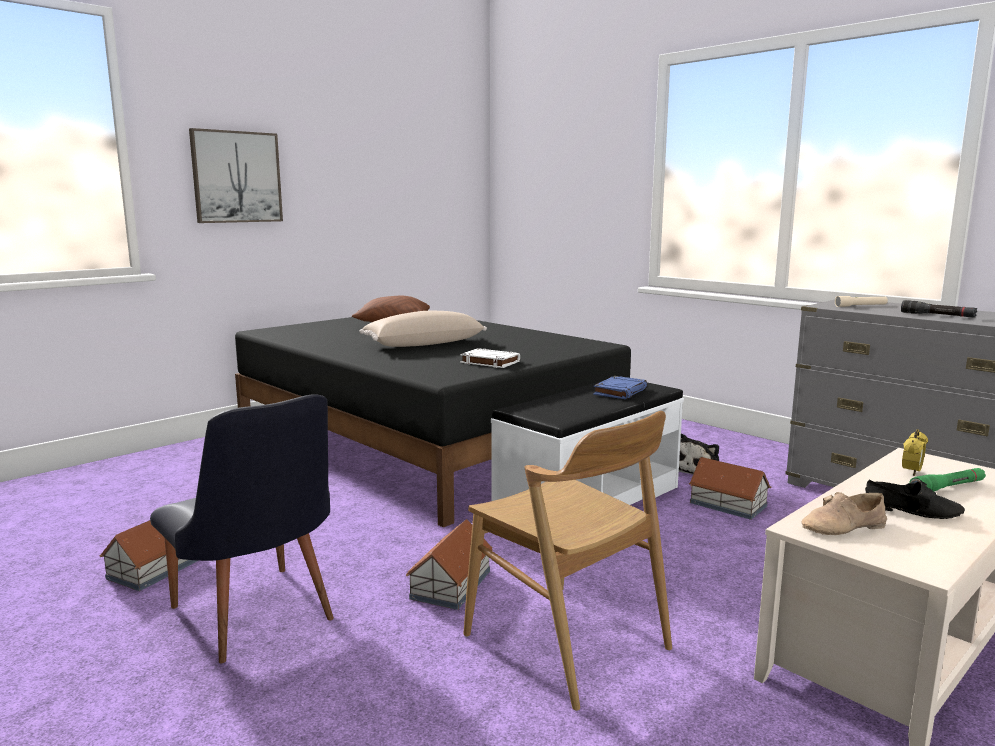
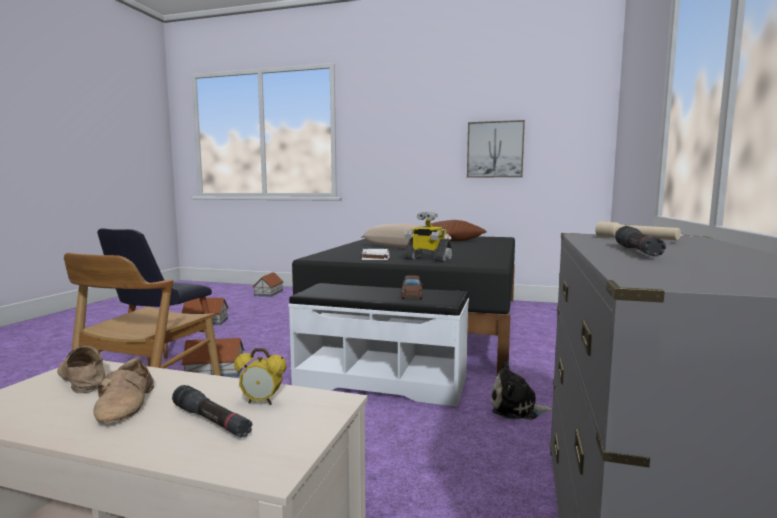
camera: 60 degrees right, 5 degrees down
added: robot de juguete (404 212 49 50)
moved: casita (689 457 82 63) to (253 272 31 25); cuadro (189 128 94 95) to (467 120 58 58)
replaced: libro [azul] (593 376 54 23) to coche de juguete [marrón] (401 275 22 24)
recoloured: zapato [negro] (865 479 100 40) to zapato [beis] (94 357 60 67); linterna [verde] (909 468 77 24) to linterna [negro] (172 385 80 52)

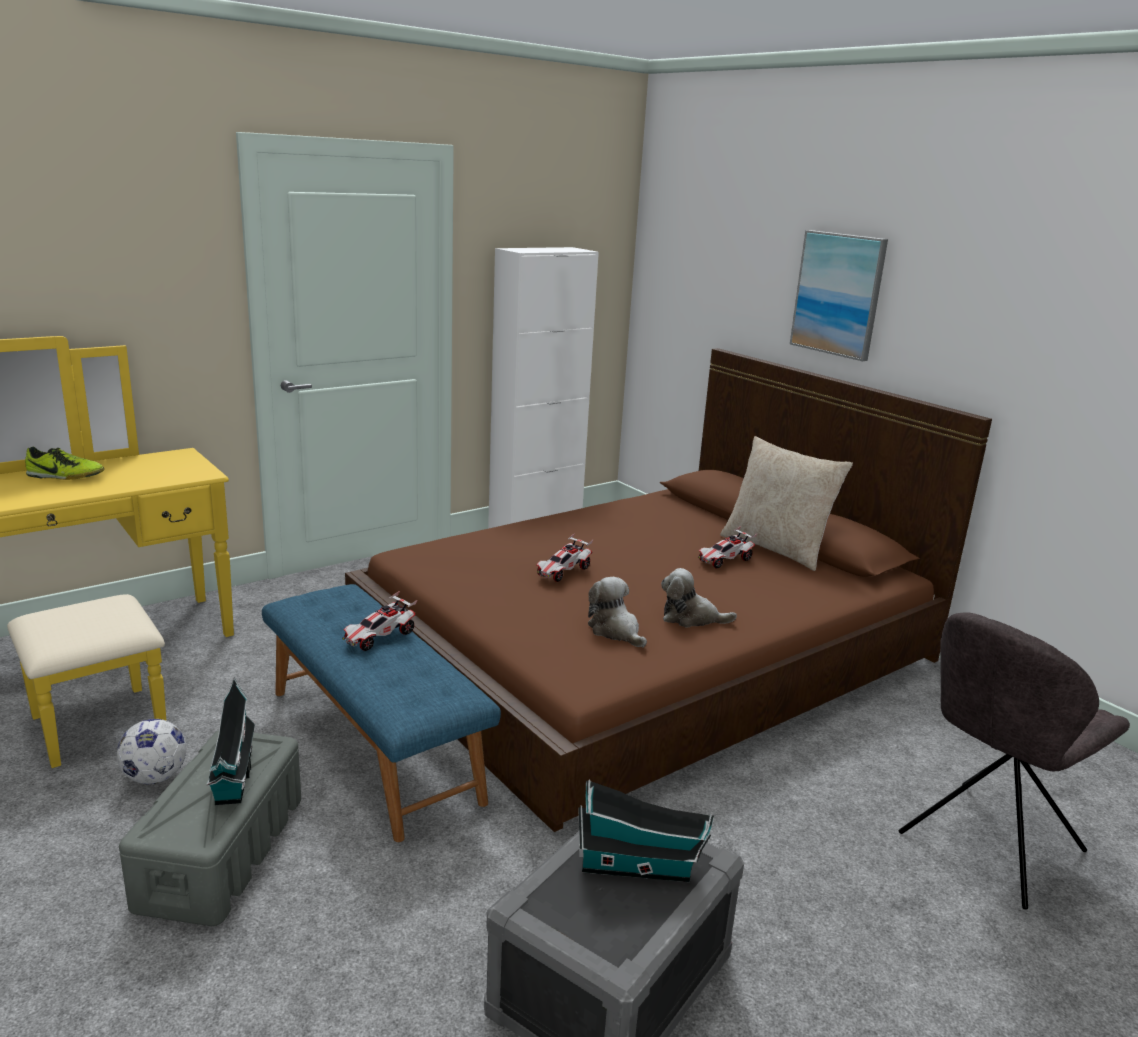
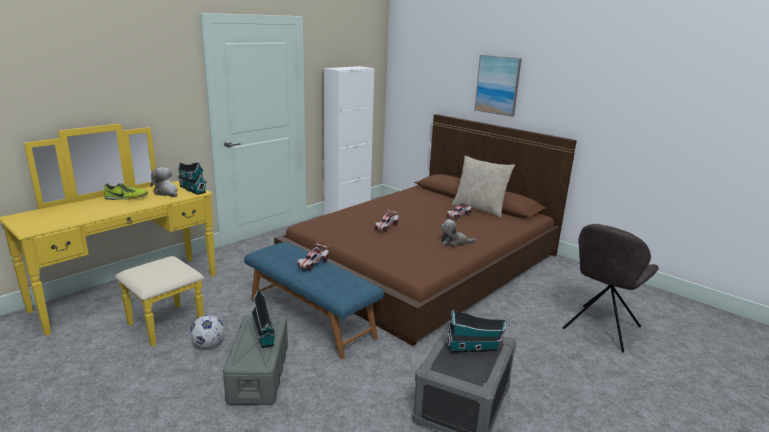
camera: 10 degrees left, 0 degrees up
added: casita (177 162 30 33)
moved: peluche (588 577 59 71) to (150 167 27 30)

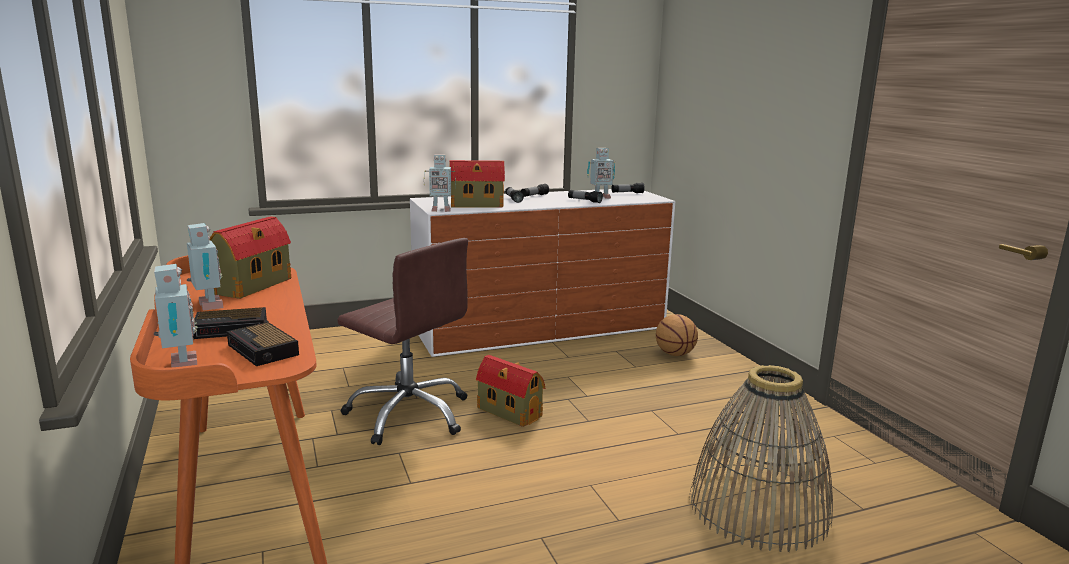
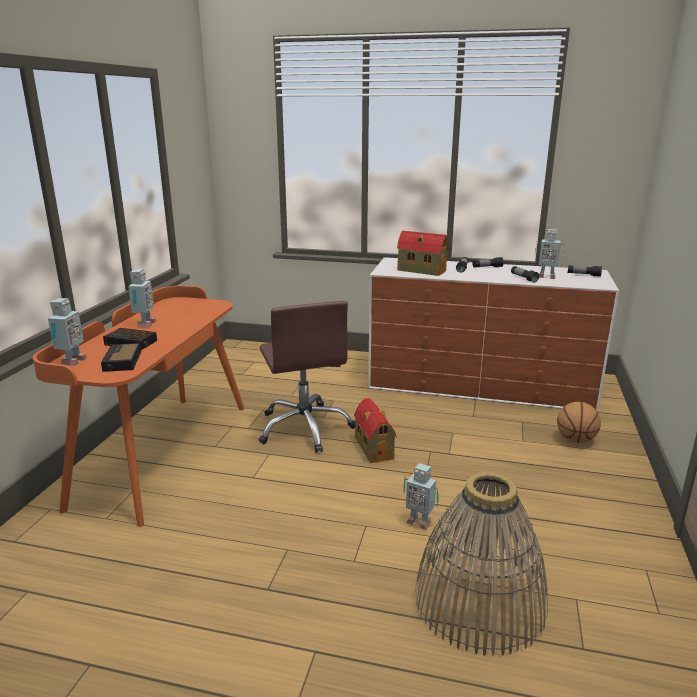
camera: 35 degrees right, 5 degrees up
removed: casita (209 216 82 83)
moved: robot de juguete (424 155 32 57) to (403 463 36 67)

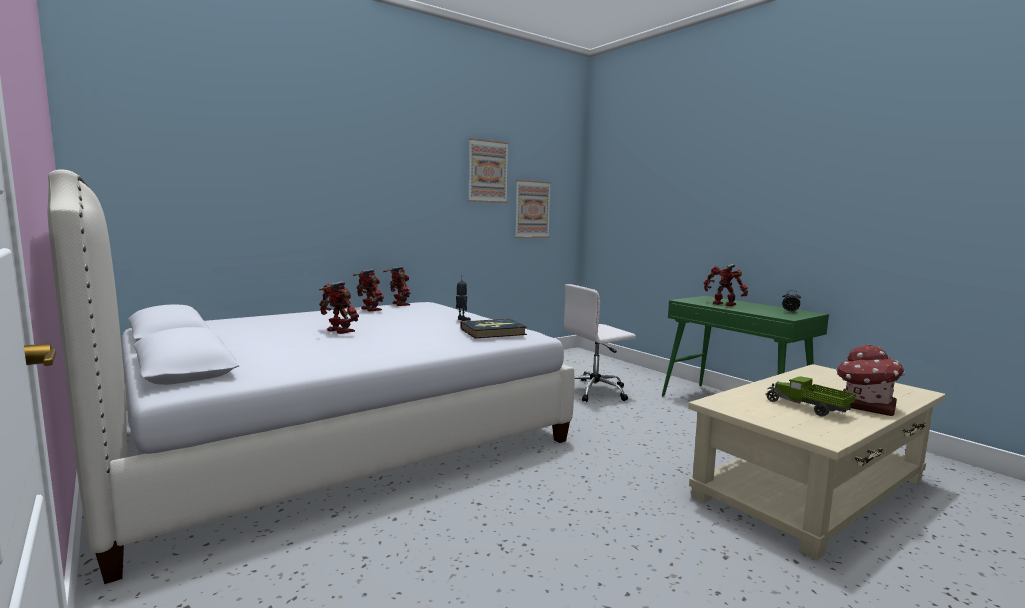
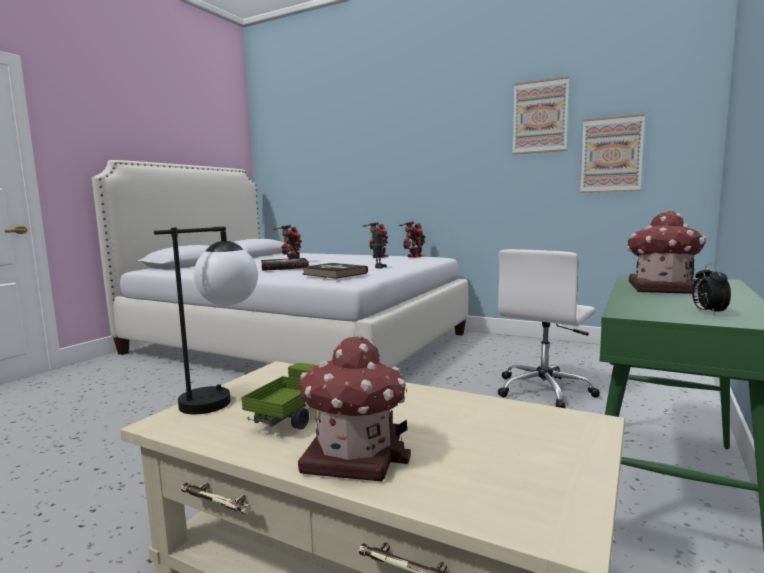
camera: 65 degrees right, 0 degrees up
added: lámpara de mesa (154 226 104 188); libro (261 258 48 13)
replaced: robot de juguete (704 264 44 42) to casita (628 210 78 84)
turned: silla de oficina [blanco] (564 284 72 118) = (498 249 102 159) 90 degrees counterclockwise

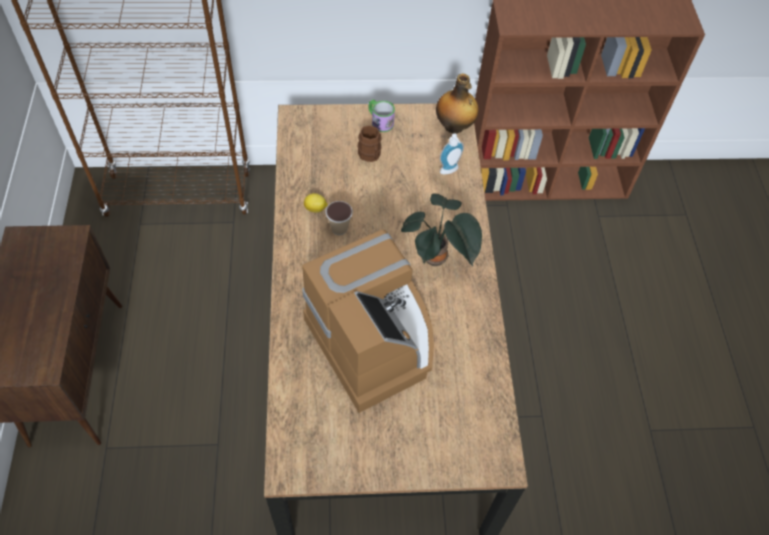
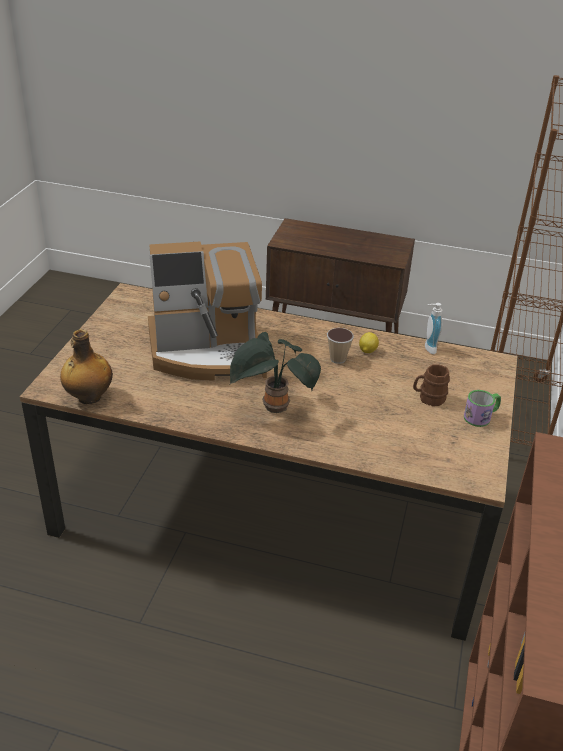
camera: 110 degrees right, 20 degrees down
moved: botella (436 73 43 61) to (60 329 53 75); dispensador de jabón (440 133 24 41) to (425 303 17 51)

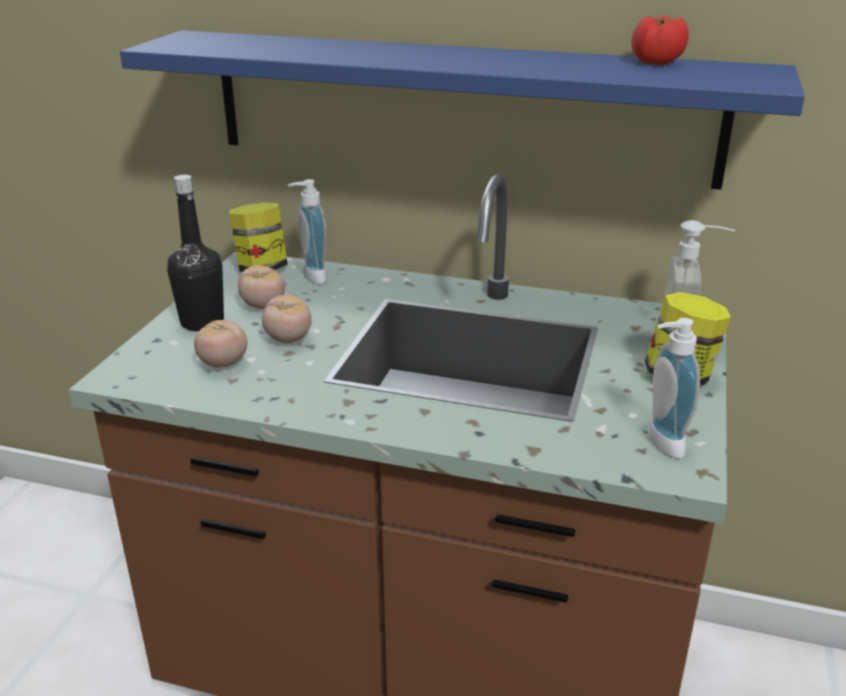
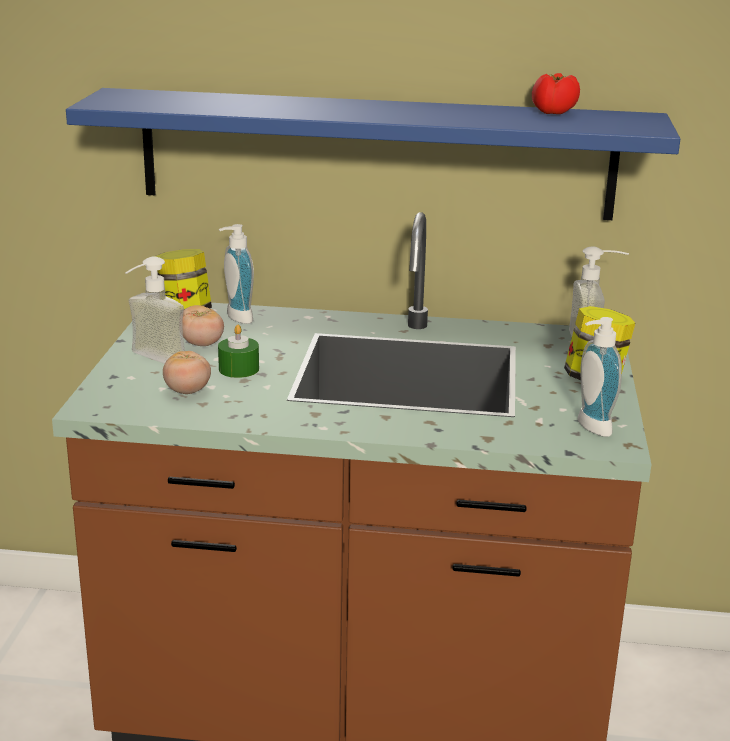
camera: 10 degrees left, 5 degrees down
replaced: botella [negro] (167 175 57 156) to dispensador de jabón (125 256 60 108); tomate (262 295 50 48) to vela [verde] (218 324 41 54)

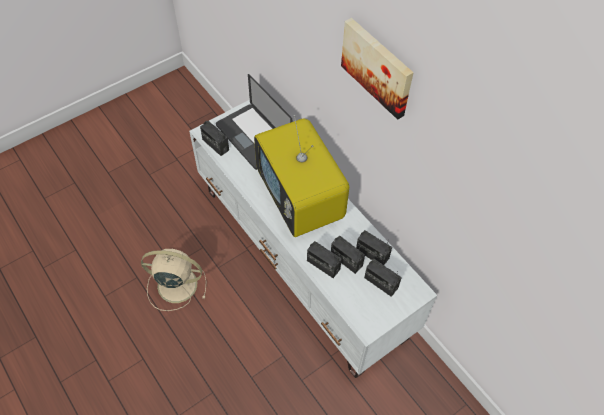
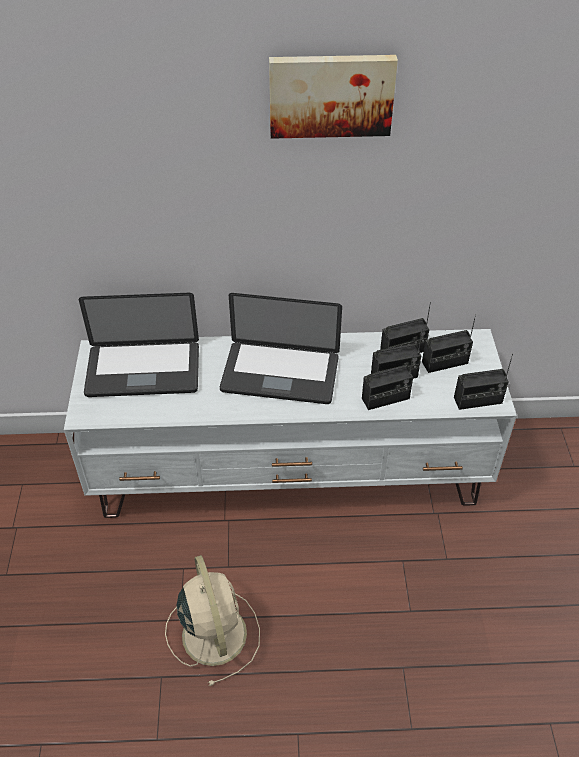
camera: 55 degrees left, 10 degrees down
moved: radio (200 121 29 35) to (454 354 59 56)
replaced: televisor (254 115 95 122) to portátil (220 293 122 111)
turned: ventilador [beis] (141 249 65 62) = (165 555 95 131) 120 degrees clockwise

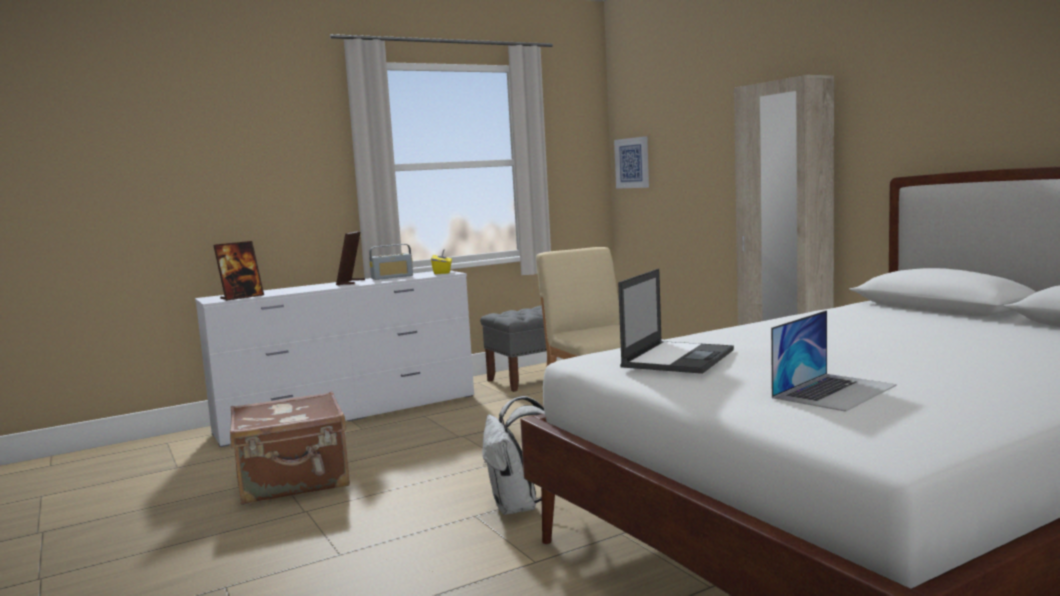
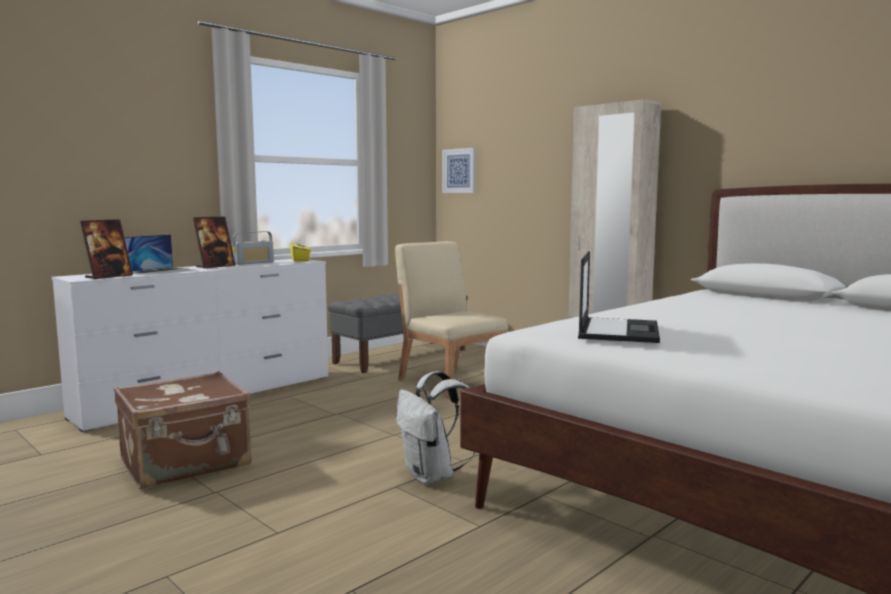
camera: 15 degrees left, 0 degrees up
moved: portátil (771 310 126 102) to (124 234 72 41)
turned: portarretratos (336 231 29 54) = (193 216 42 52) 135 degrees counterclockwise

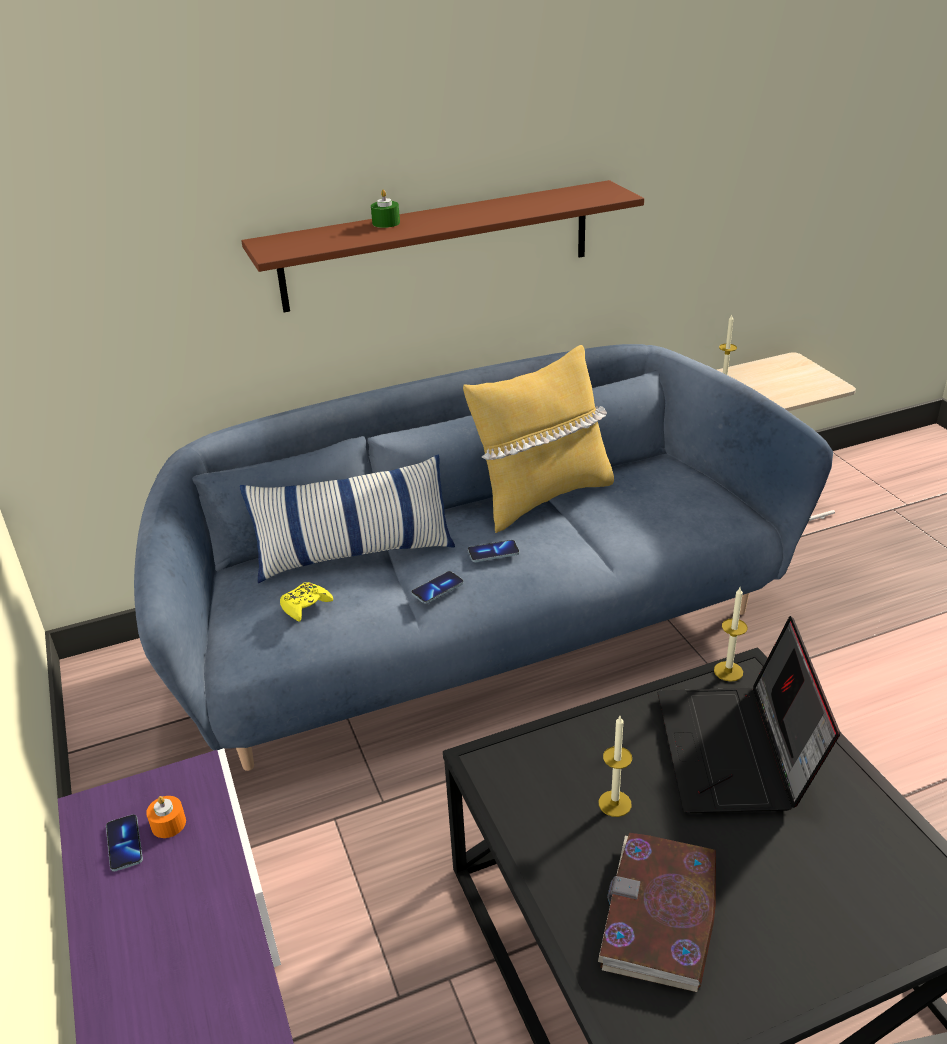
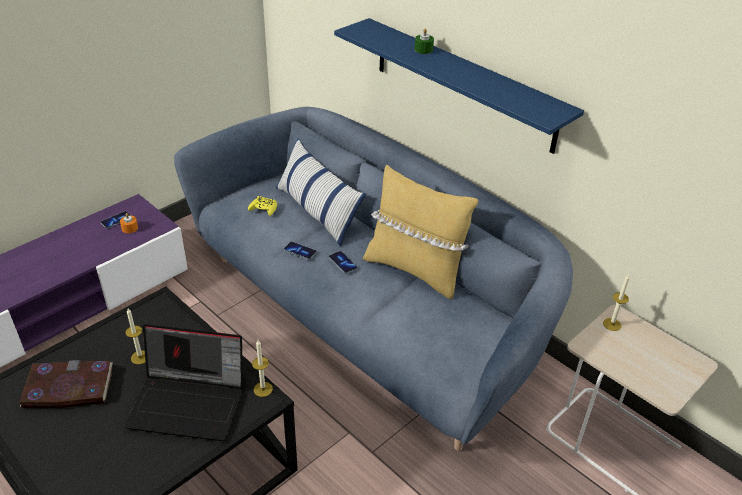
camera: 65 degrees right, 5 degrees up
recoloured: estante [marrón] (241 180 403 132) to estante [azul] (334 18 250 136)
turned: portátil (658 616 182 197) = (124 324 119 117) 150 degrees counterclockwise

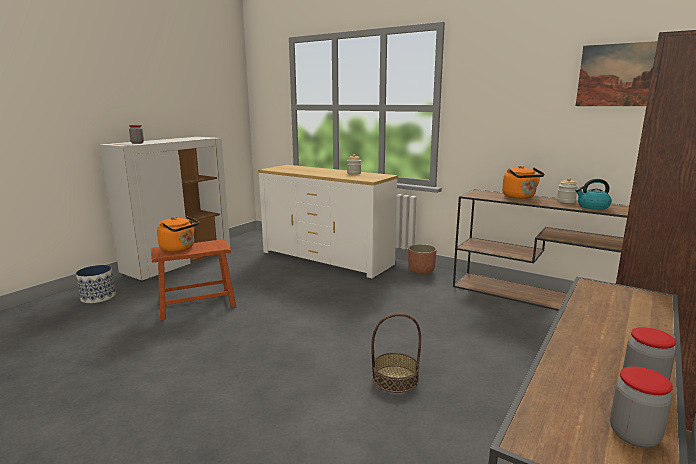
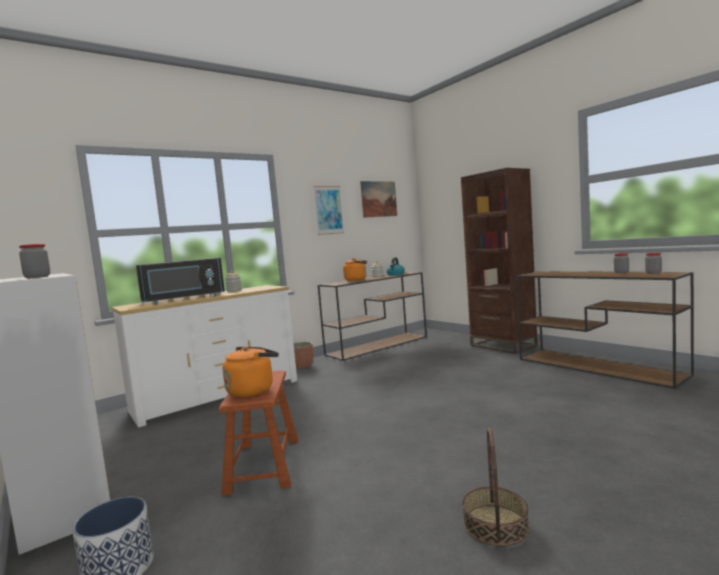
camera: 70 degrees left, 10 degrees down
added: microondas [negro] (136 258 89 46); cuadro (313 186 32 49)
moved: cesta (371 313 50 80) to (462 428 67 118)

